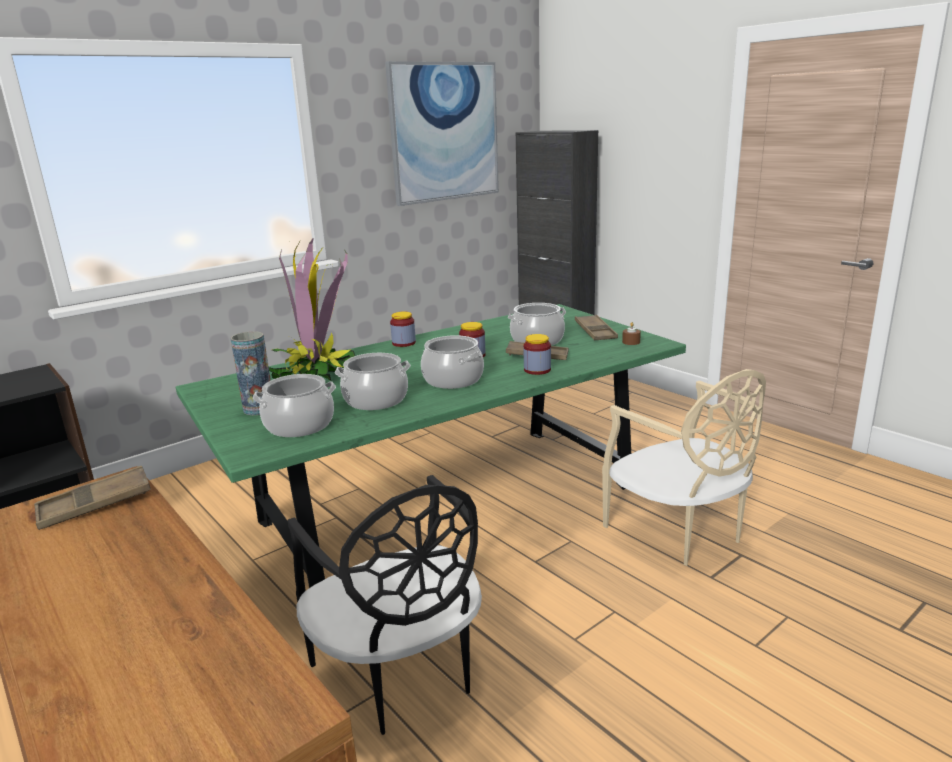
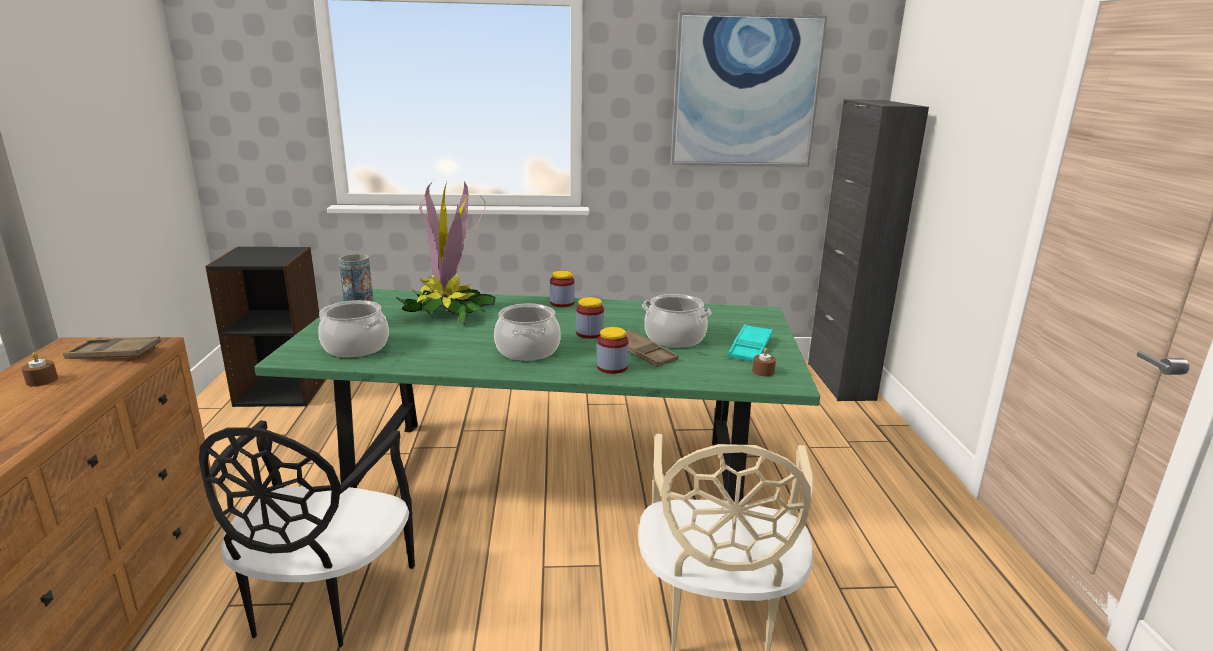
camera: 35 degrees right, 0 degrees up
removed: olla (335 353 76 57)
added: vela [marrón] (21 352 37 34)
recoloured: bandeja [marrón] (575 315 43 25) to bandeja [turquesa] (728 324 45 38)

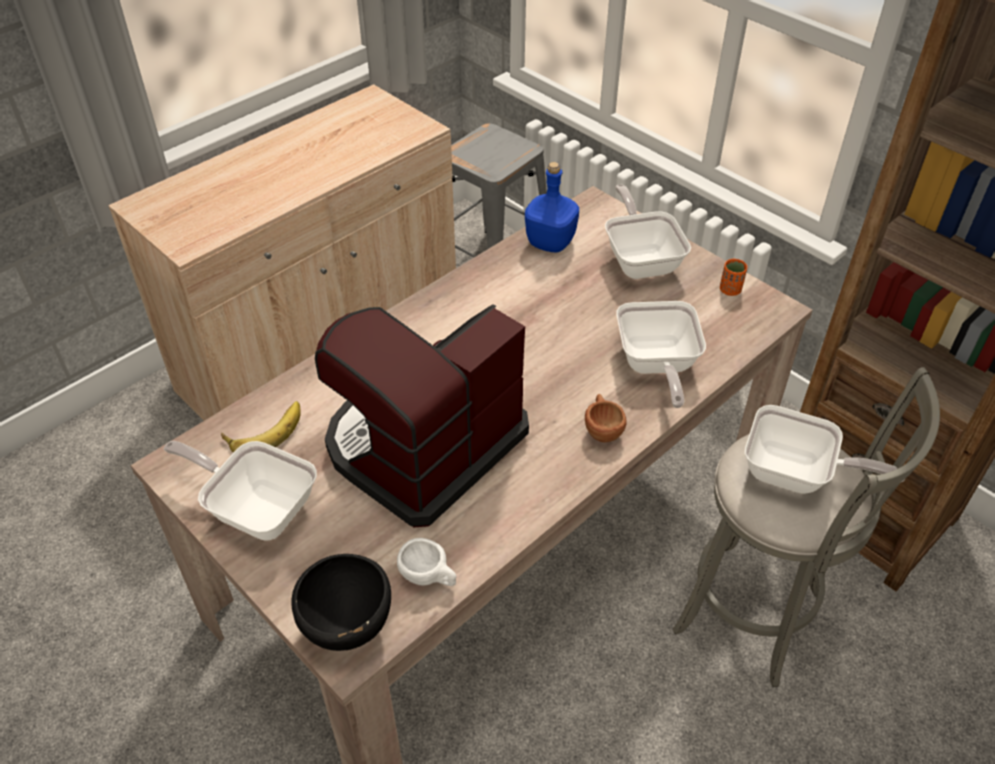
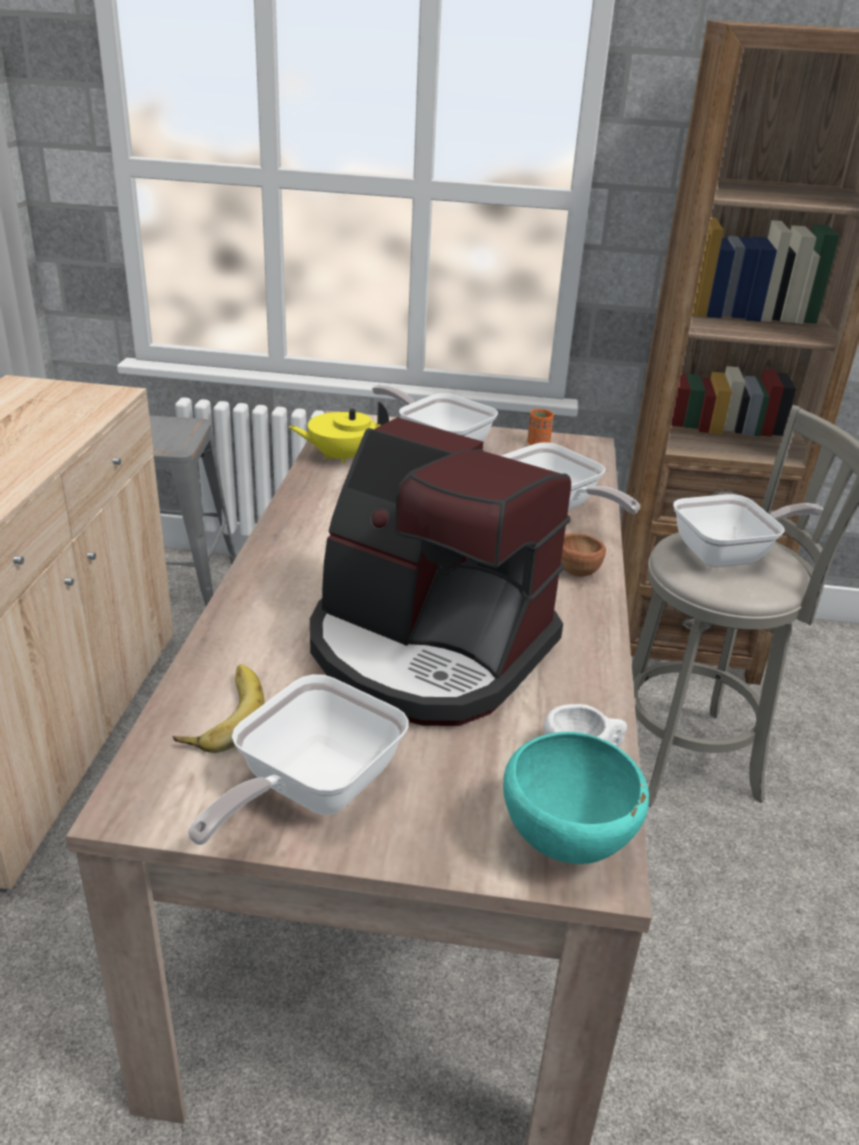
camera: 40 degrees left, 15 degrees down
replaced: botella [azul] (525 162 54 90) to tetera [amarillo] (288 401 101 63)
recoloured: cuenco [negro] (291 554 100 97) to cuenco [turquesa] (503 732 146 132)
turned: sartén (163 441 154 100) = (188 674 221 171) 45 degrees counterclockwise; cafetera (315 304 214 223) = (310 417 261 309) 60 degrees counterclockwise

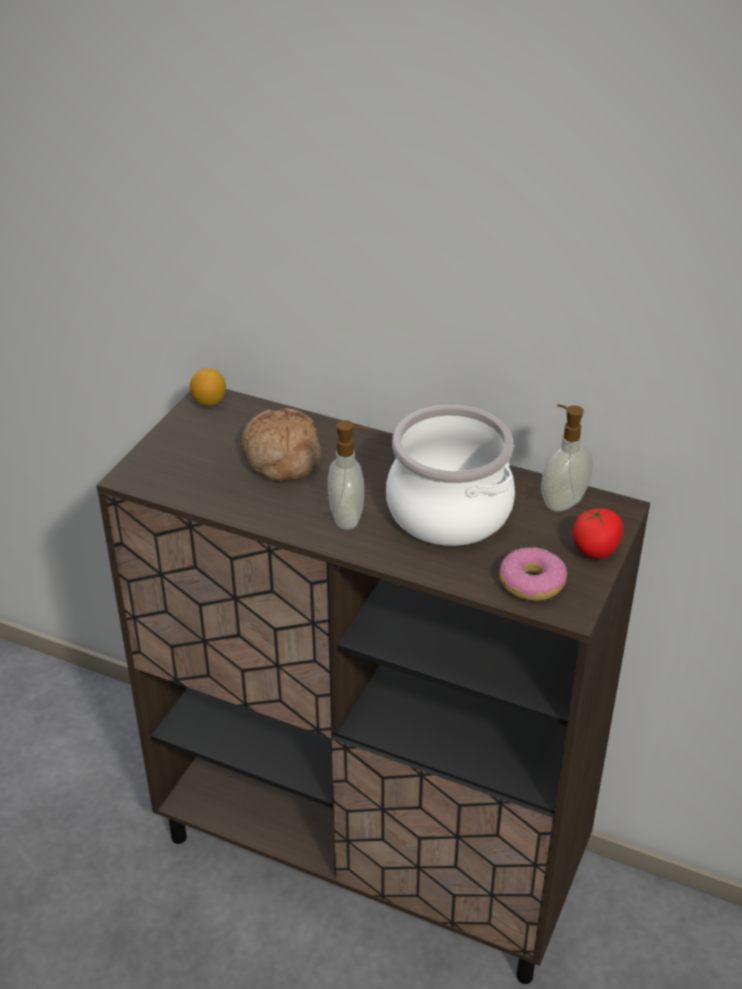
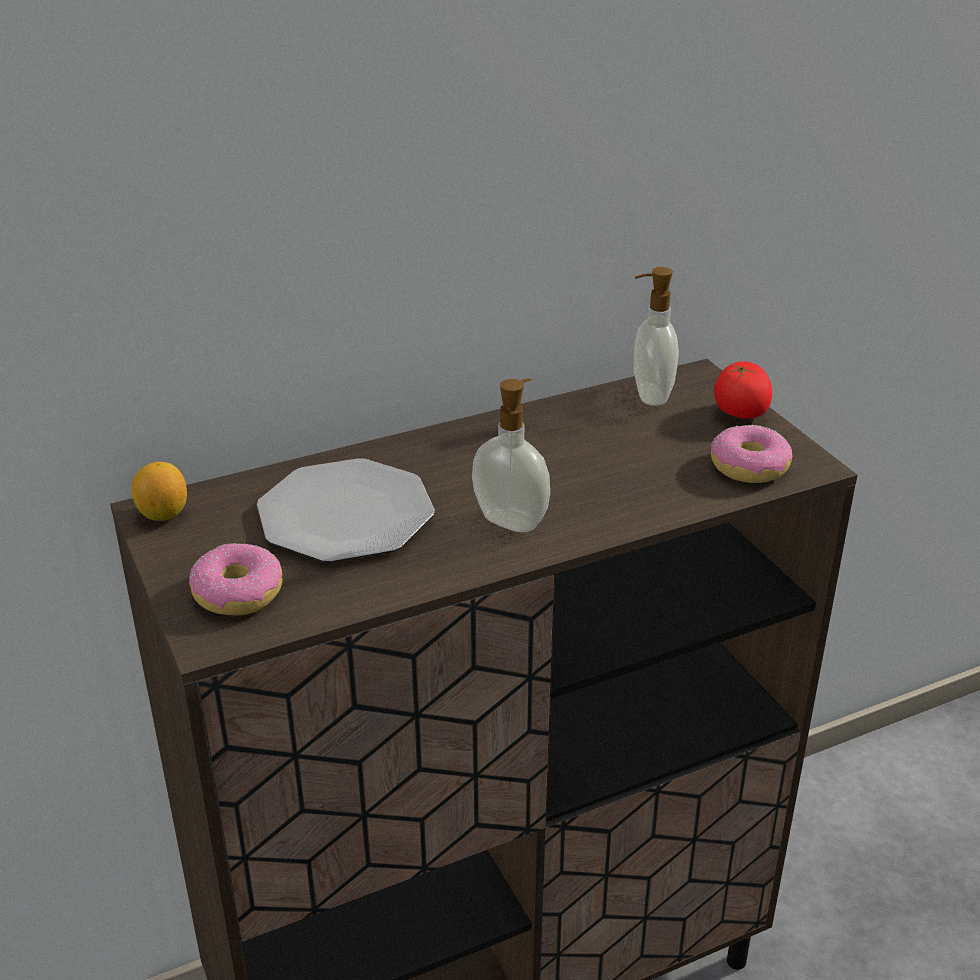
camera: 50 degrees left, 5 degrees down
removed: olla (386 405 129 141)
added: rosquilla (189 543 94 73)
replaced: pan (241 408 80 74) to plato (257 458 178 105)

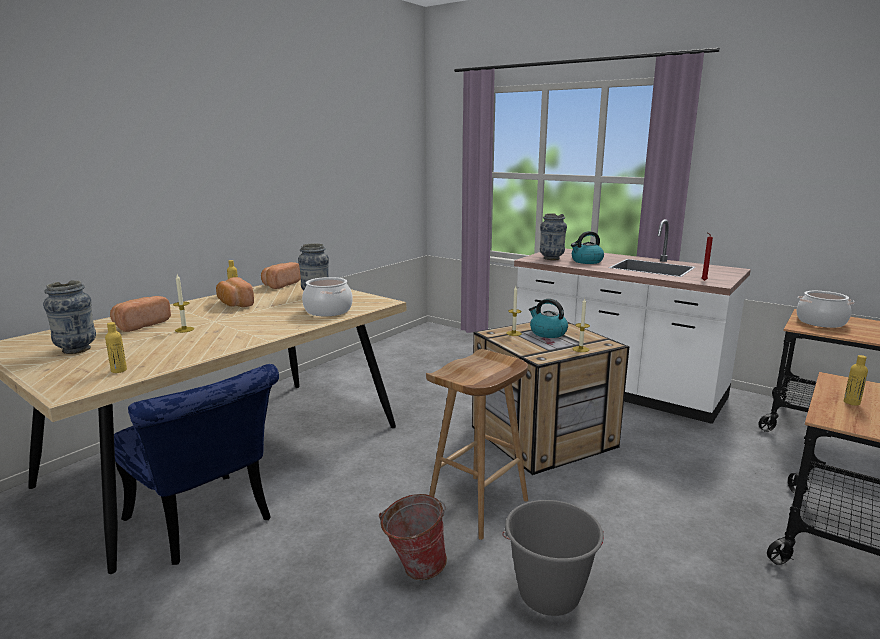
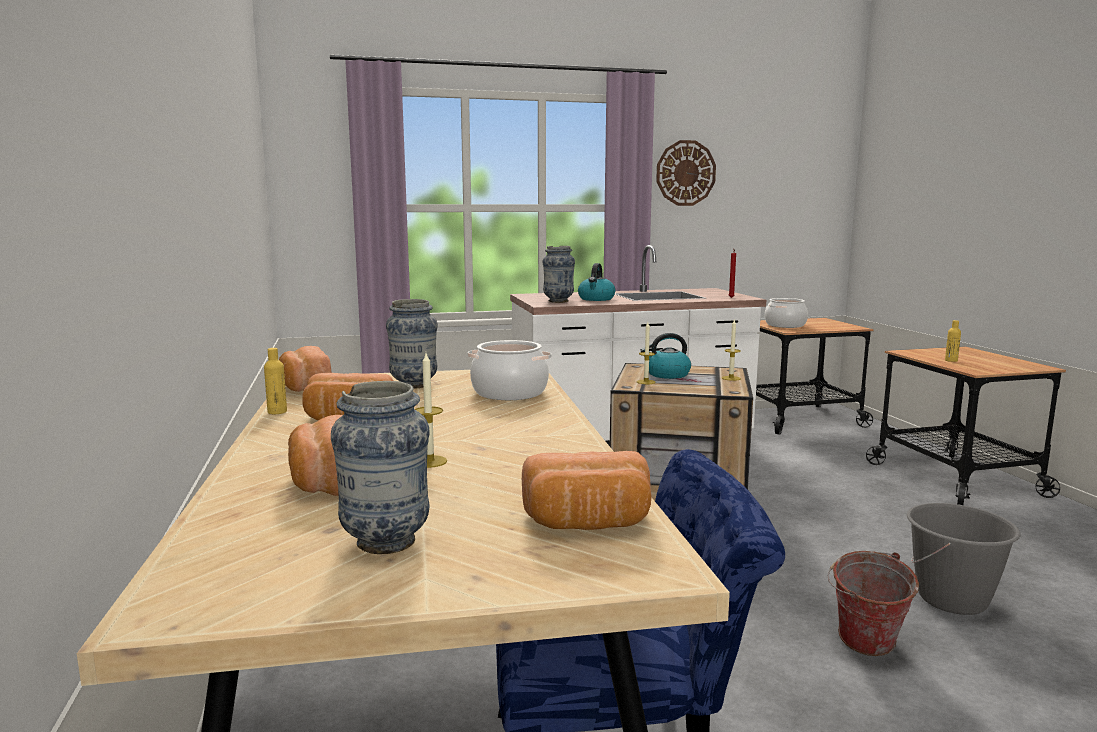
camera: 50 degrees left, 5 degrees down
removed: taburete [marrón] (426 349 102 191)
added: reloj de pared (656 140 60 66)
replaced: botella [amarillo] (105 322 22 51) to pan (522 451 129 79)

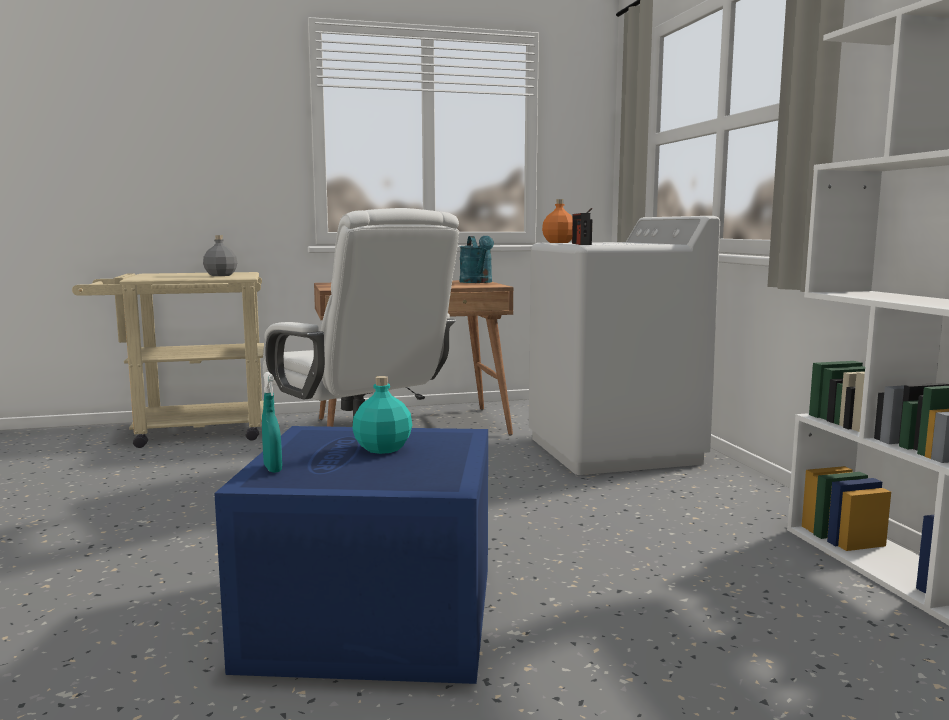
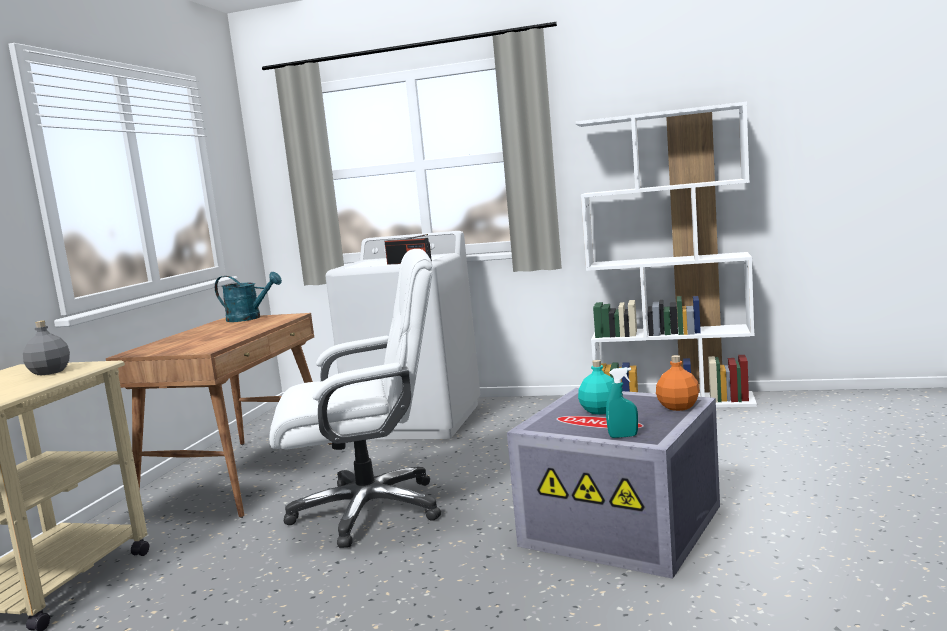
camera: 60 degrees left, 0 degrees up
moved: botella [naranja] (542 199 31 44) to (656 355 43 56)
recoloured: caja de almacenaje [azul] (214 426 274 258) to caja de almacenaje [gris] (507 388 213 191)

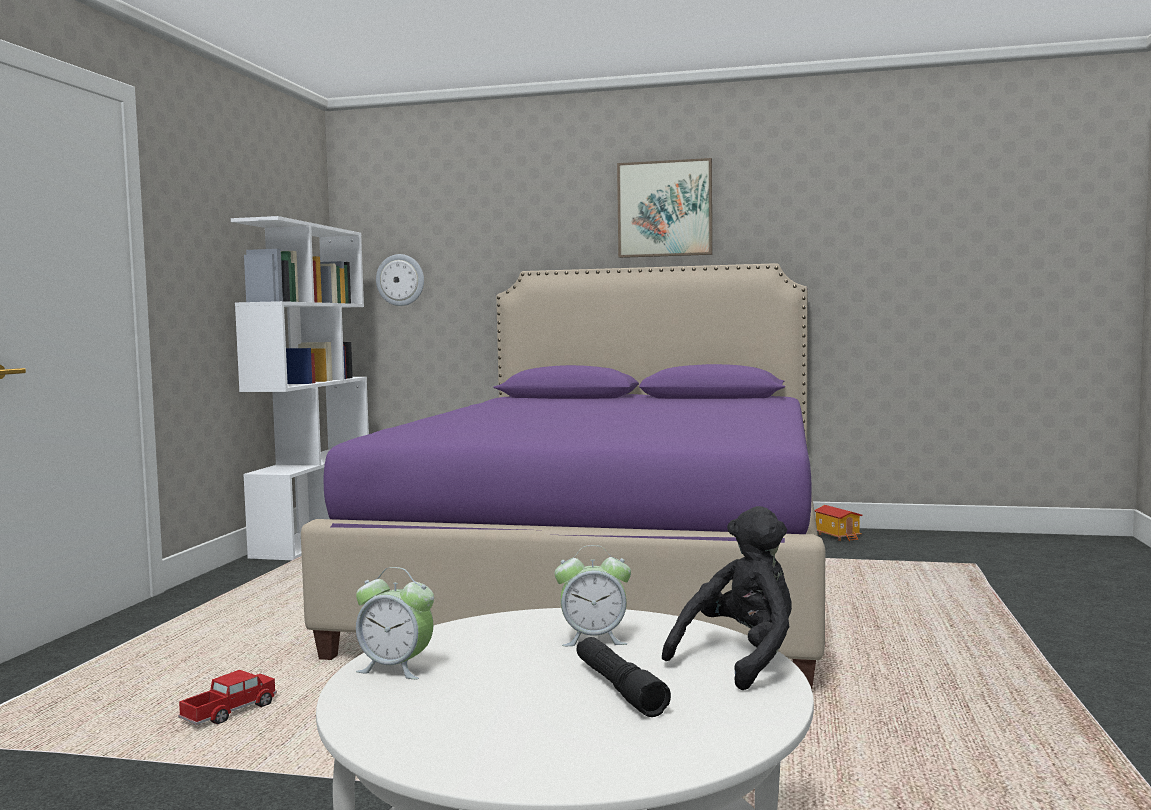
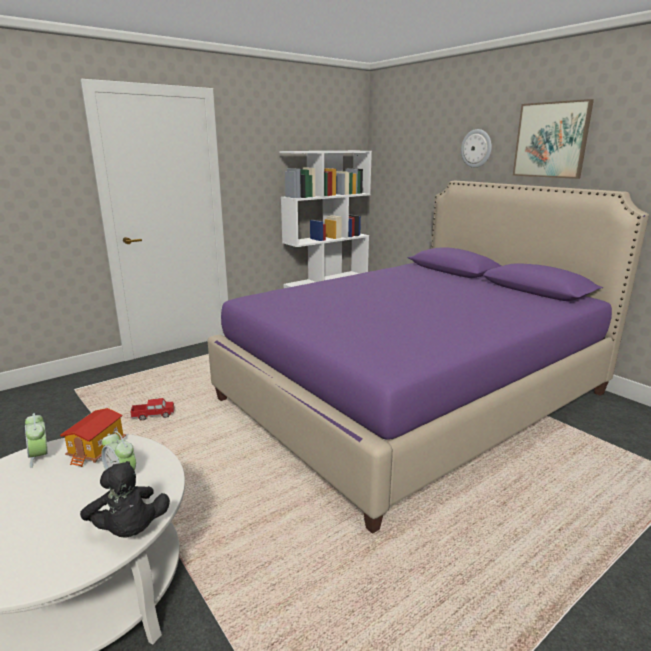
camera: 40 degrees right, 15 degrees up
removed: linterna [negro] (576 637 95 80)
moved: casita (814 505 48 36) to (60 408 66 59); reloj de pared (376 254 48 52) to (461 129 31 39)
turned: peluche [negro] (662 506 130 184) = (80 461 90 77) 60 degrees clockwise

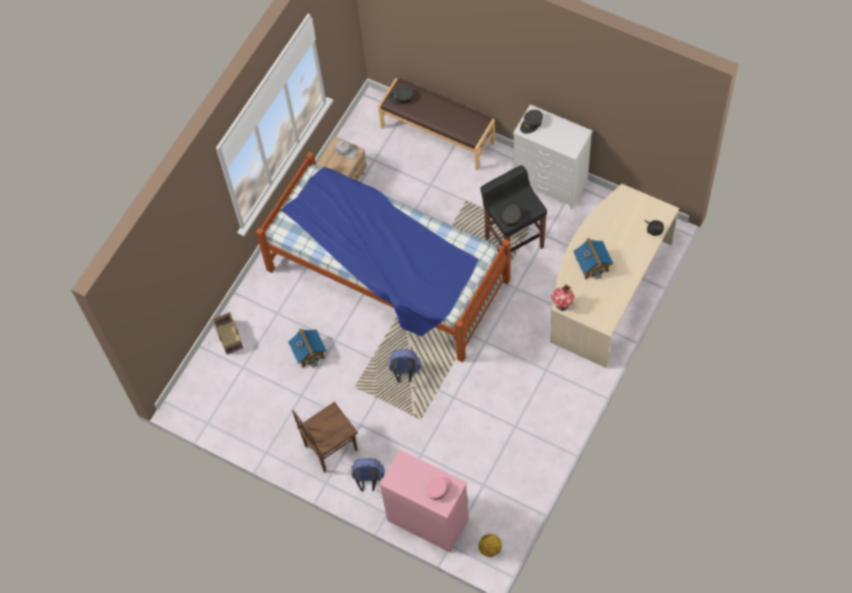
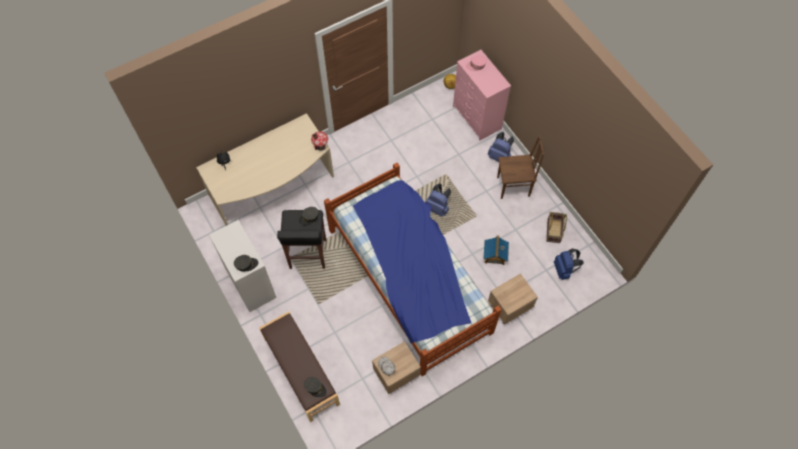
camera: 155 degrees left, 0 degrees up
removed: casita (573 238 40 42)
added: mesita de noche [beis] (488 273 50 52); mochila [azul] (554 248 30 32)
moved: cesta (212 312 31 43) to (546 212 21 31)

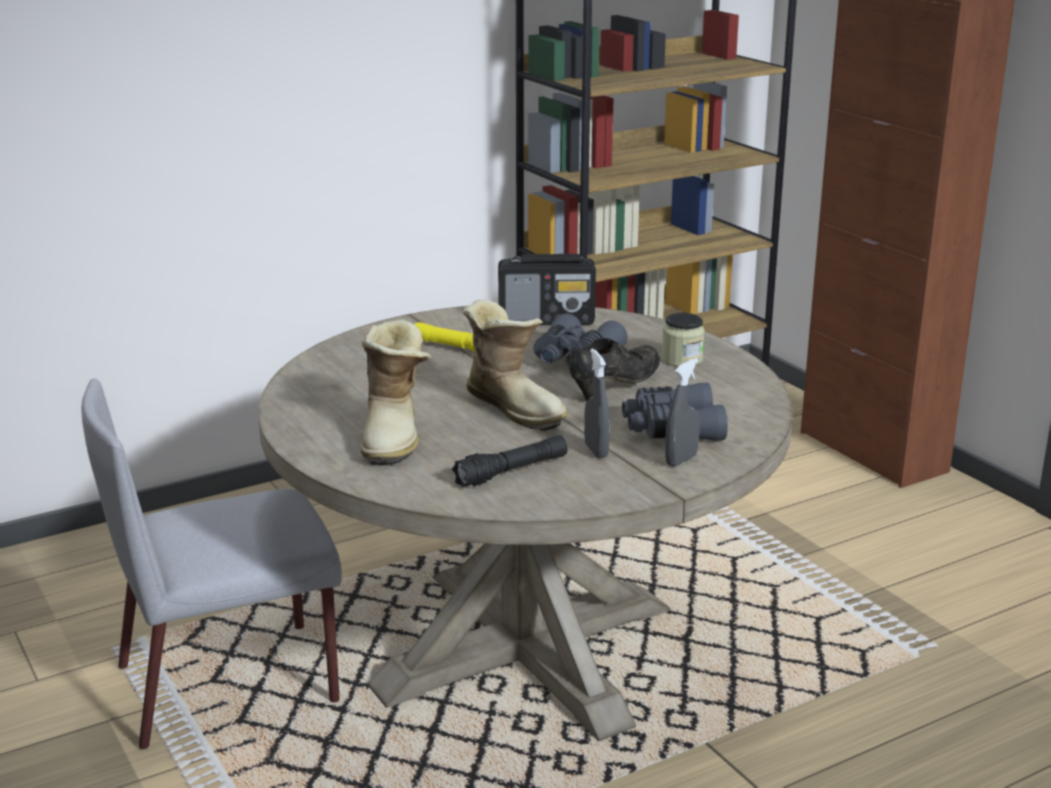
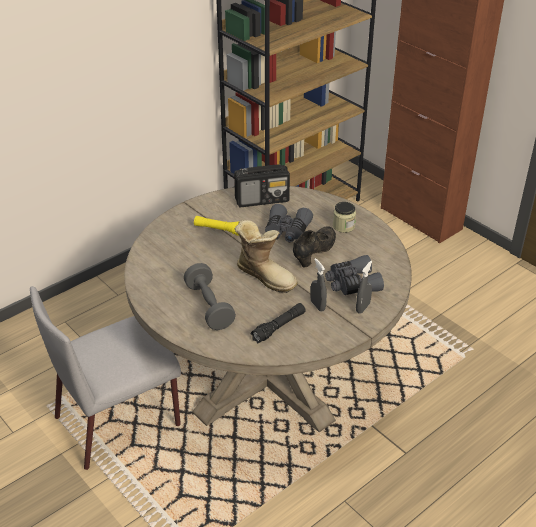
camera: 10 degrees left, 15 degrees up
replaced: bota (361 319 70 147) to mancuerna [gris] (184 263 52 67)

